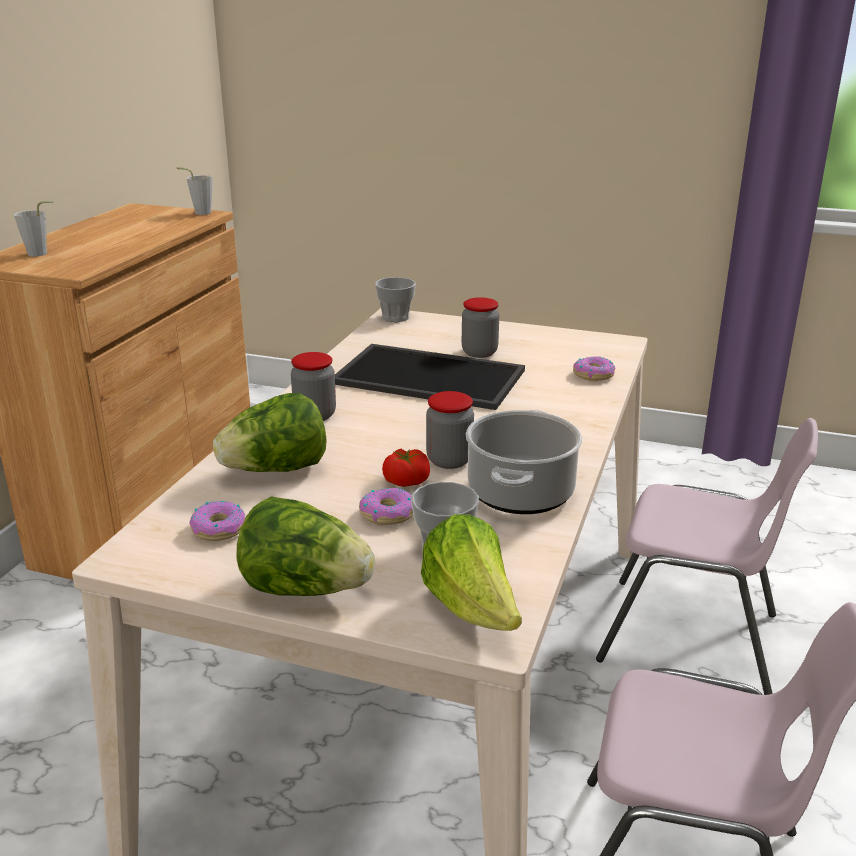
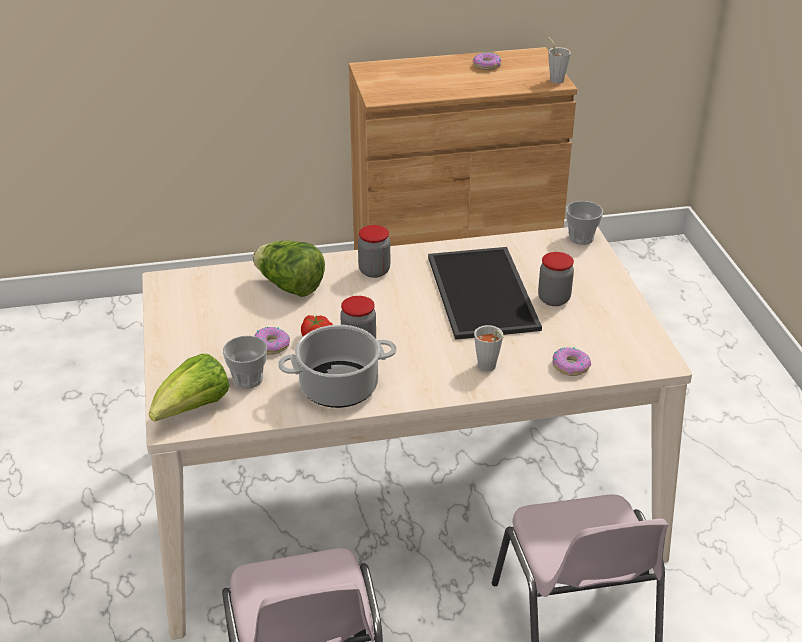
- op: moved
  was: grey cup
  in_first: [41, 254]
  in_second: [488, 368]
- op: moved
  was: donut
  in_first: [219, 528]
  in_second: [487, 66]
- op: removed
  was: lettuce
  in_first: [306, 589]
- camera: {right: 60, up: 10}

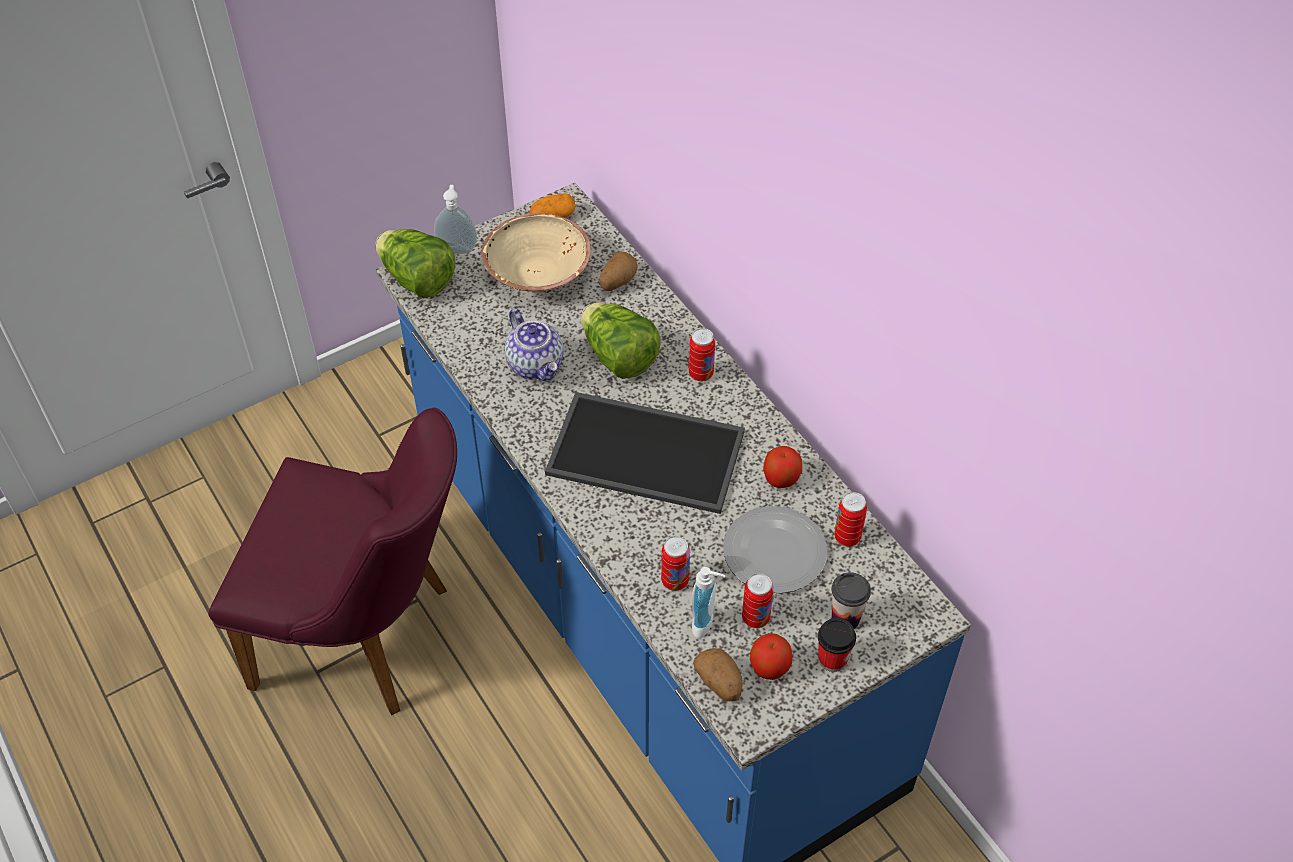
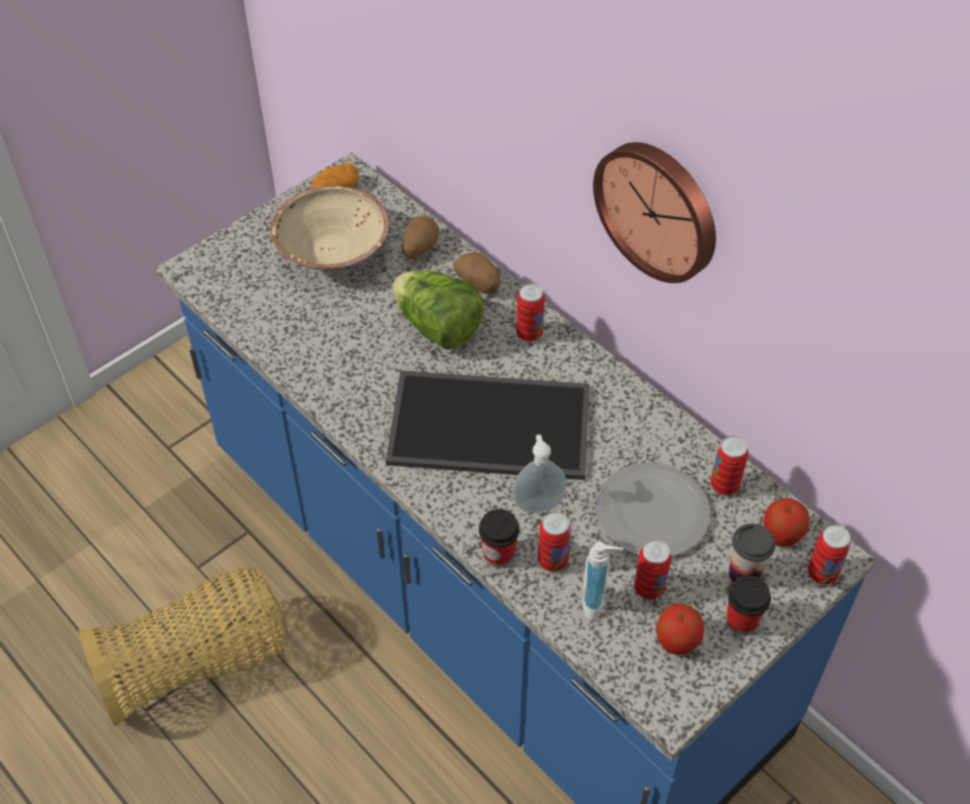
- op: replaced
  was: purple chair
  now: basket
  in_first: [370, 637]
  in_second: [197, 664]
- op: removed
  was: lettuce
  in_first: [417, 280]
- op: moved
  was: soap dispenser
  in_first: [458, 248]
  in_second: [538, 503]
- op: removed
  was: teapot
  in_first: [536, 365]
- op: moved
  was: potato
  in_first: [719, 683]
  in_second: [479, 283]
- op: moved
  was: apple
  in_first: [781, 479]
  in_second: [781, 534]
- op: added
  now: cup
  in_second: [498, 554]
- op: added
  now: wall clock
  in_second: [659, 209]
- op: added
  now: can
  in_second: [822, 573]
- camera: {right: -10, up: 0}

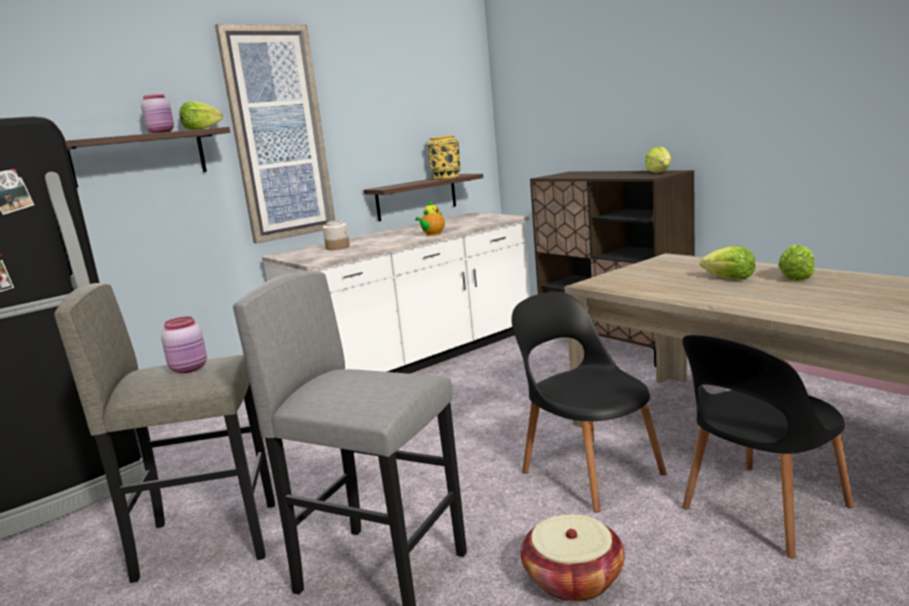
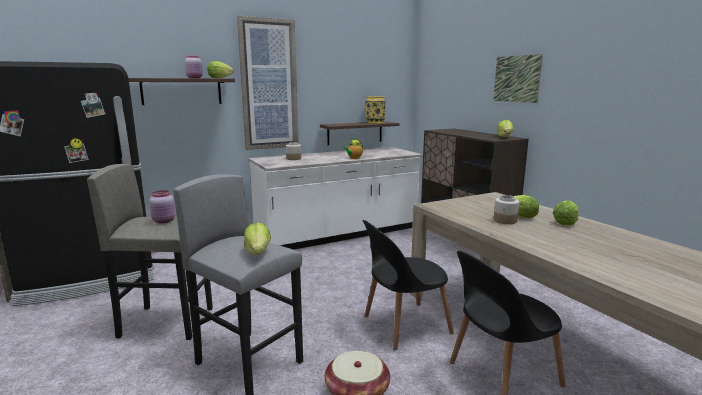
- op: turned
  was: black chair
  in_first: [588, 470]
  in_second: [403, 325]
  clockwise: -90
- op: added
  now: lettuce
  in_second: [258, 253]
- op: added
  now: picture
  in_second: [516, 78]
- op: added
  now: jar
  in_second: [505, 221]
- camera: {right: 10, up: 0}

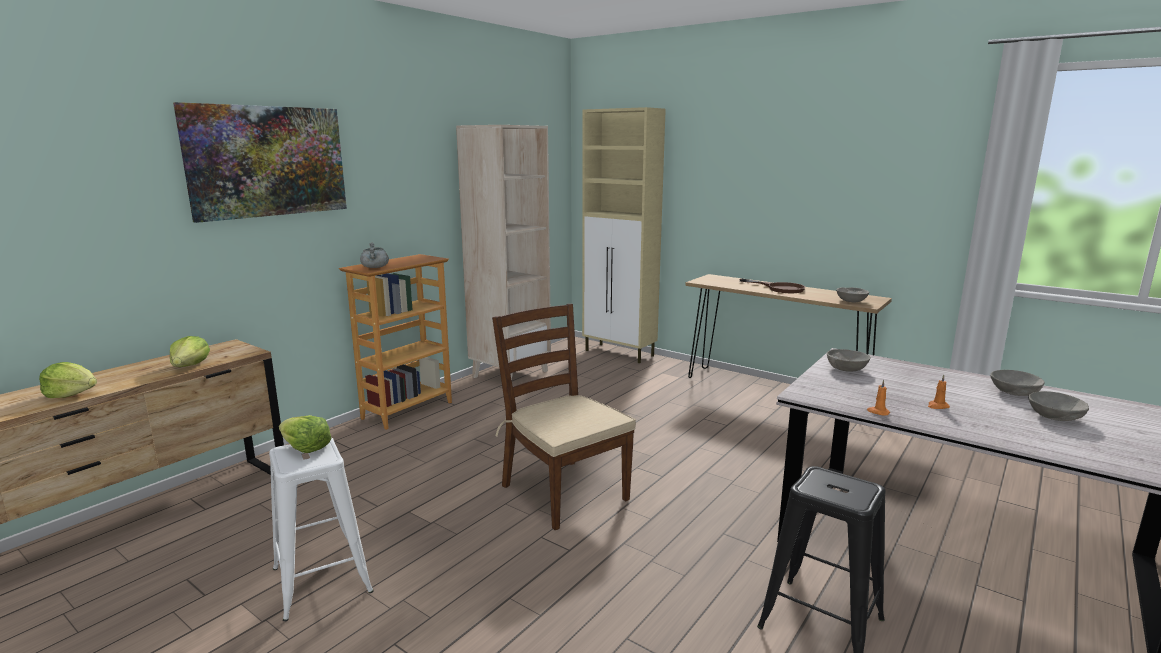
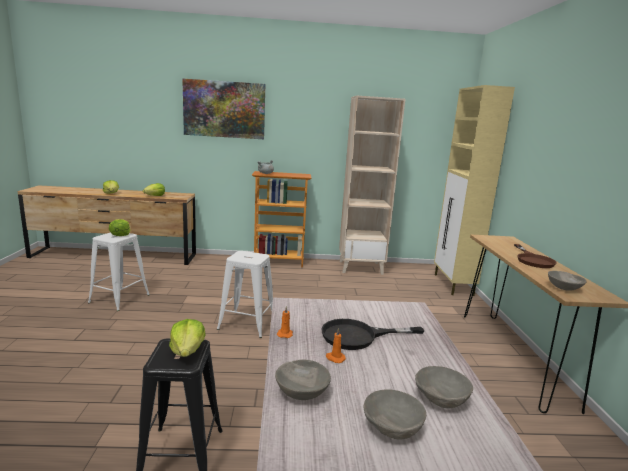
- op: replaced
  was: brown chair
  now: white stool
  in_first: [563, 492]
  in_second: [246, 324]
- op: moved
  was: grey bowl
  in_first: [846, 369]
  in_second: [301, 392]
- op: added
  now: lettuce
  in_second: [187, 351]
- op: added
  now: black frying pan
  in_second: [358, 336]
- camera: {right: 50, up: 0}

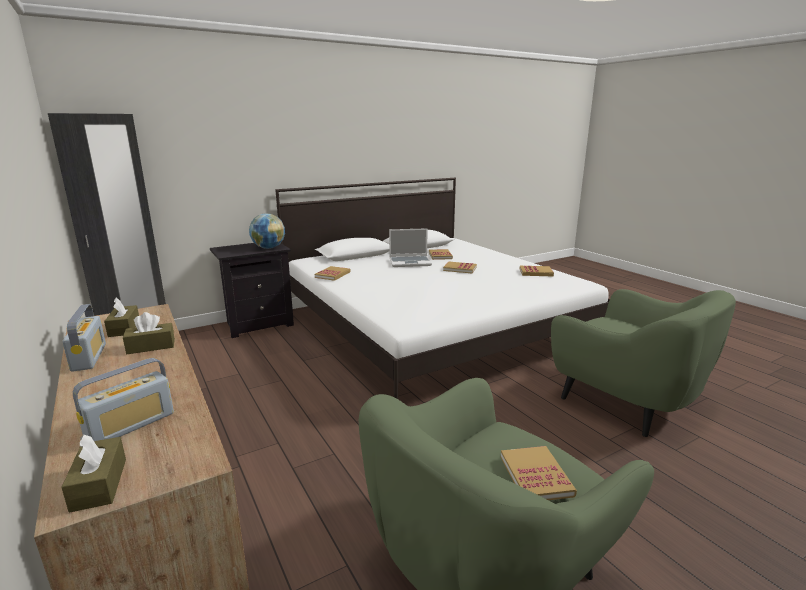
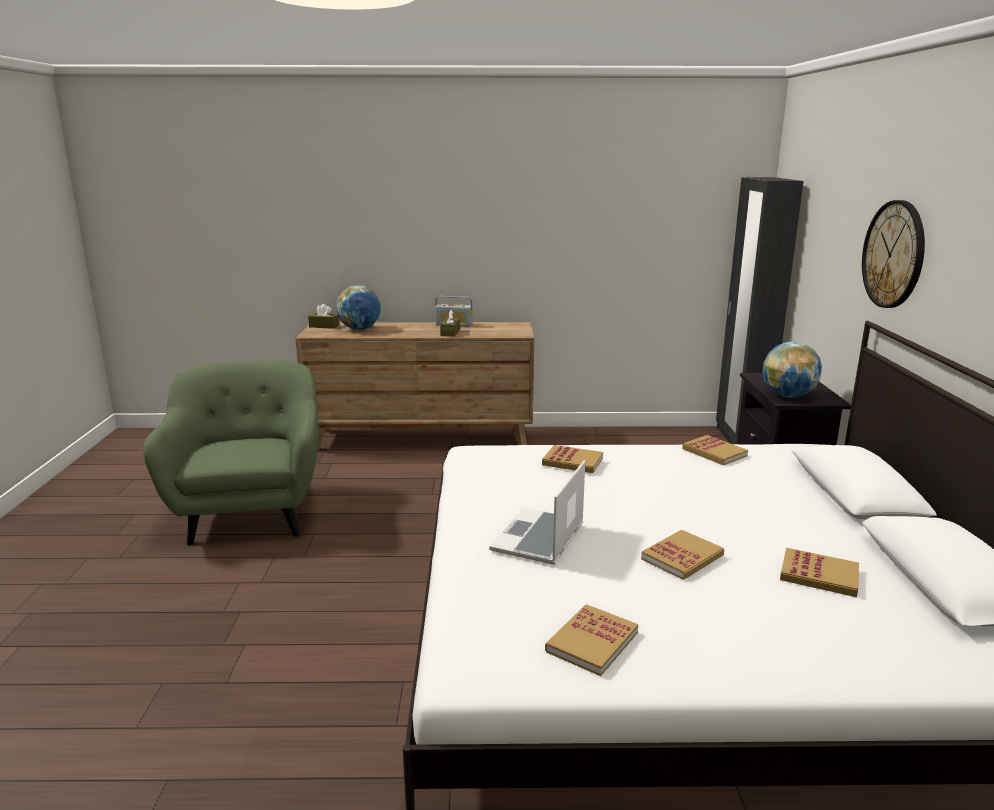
- op: replaced
  was: radio
  now: globe
  in_first: [131, 425]
  in_second: [360, 329]
- op: removed
  was: brown tissue box
  in_first: [124, 328]
- op: moved
  was: laptop
  in_first: [410, 262]
  in_second: [539, 539]
- op: moved
  was: book
  in_first: [536, 476]
  in_second: [572, 461]
- op: removed
  was: green armchair
  in_first: [627, 402]
- op: added
  now: wall clock
  in_second: [894, 254]
- camera: {right: 120, up: 0}

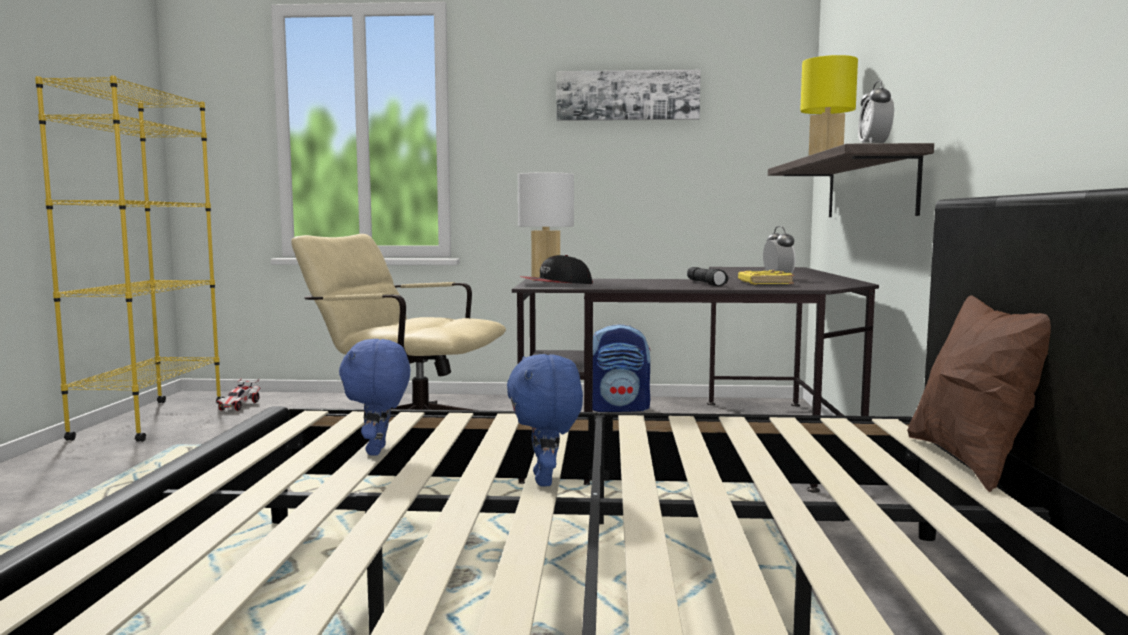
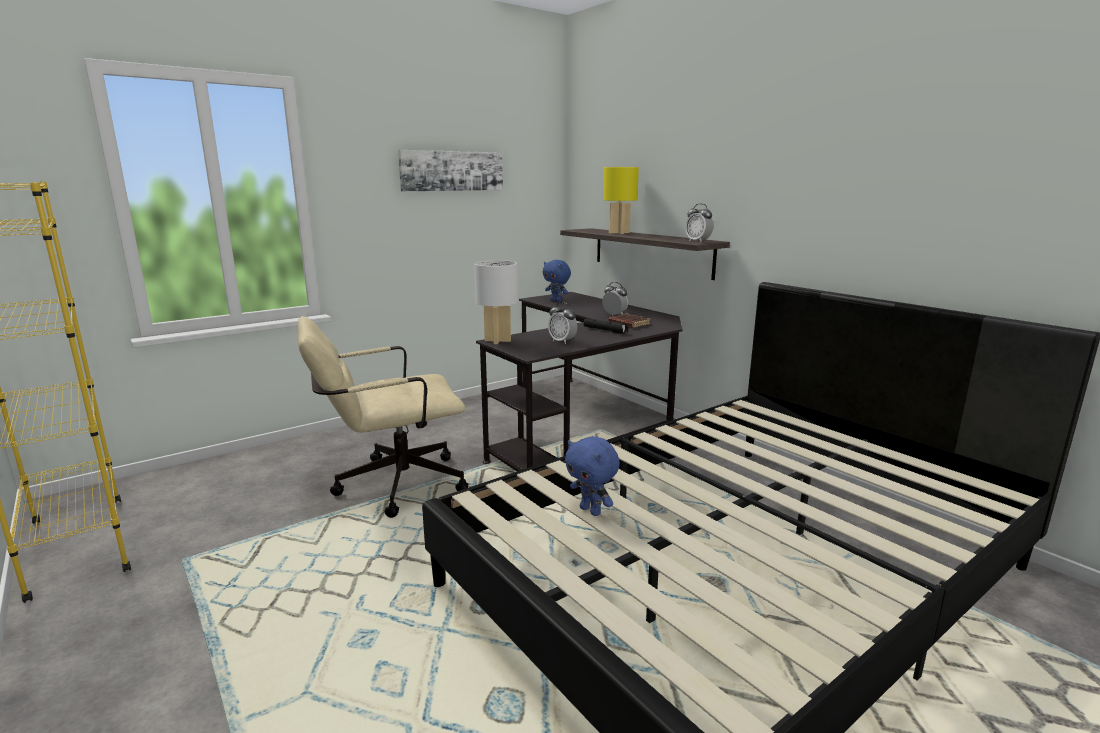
- op: removed
  was: toy car
  in_first: [239, 406]
- op: moved
  was: blue plush toy
  in_first: [546, 481]
  in_second: [556, 301]
- op: removed
  was: cap
  in_first: [555, 284]
- op: removed
  was: backpack
  in_first: [618, 408]
- op: recoloured
  was: yellow book
  now: brown book
  in_first: [764, 283]
  in_second: [628, 324]
- op: removed
  was: brown pillow
  in_first: [975, 462]
- op: added
  now: alarm clock
  in_second: [562, 341]
- camera: {right: -40, up: 10}

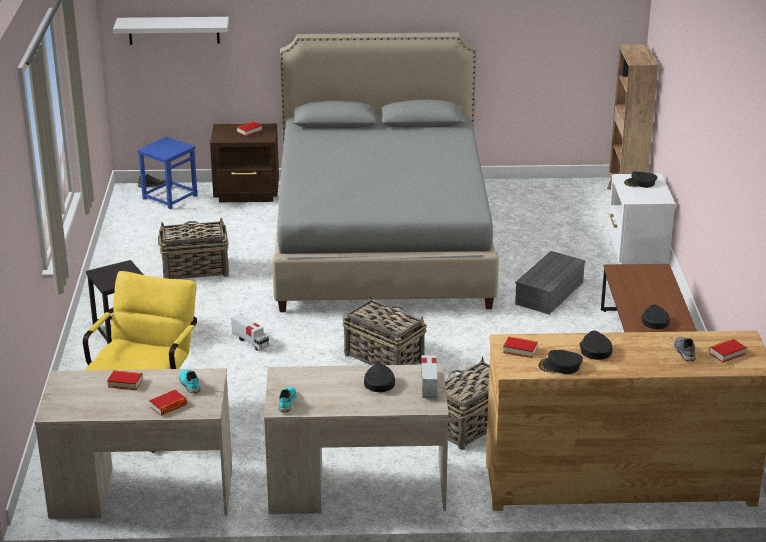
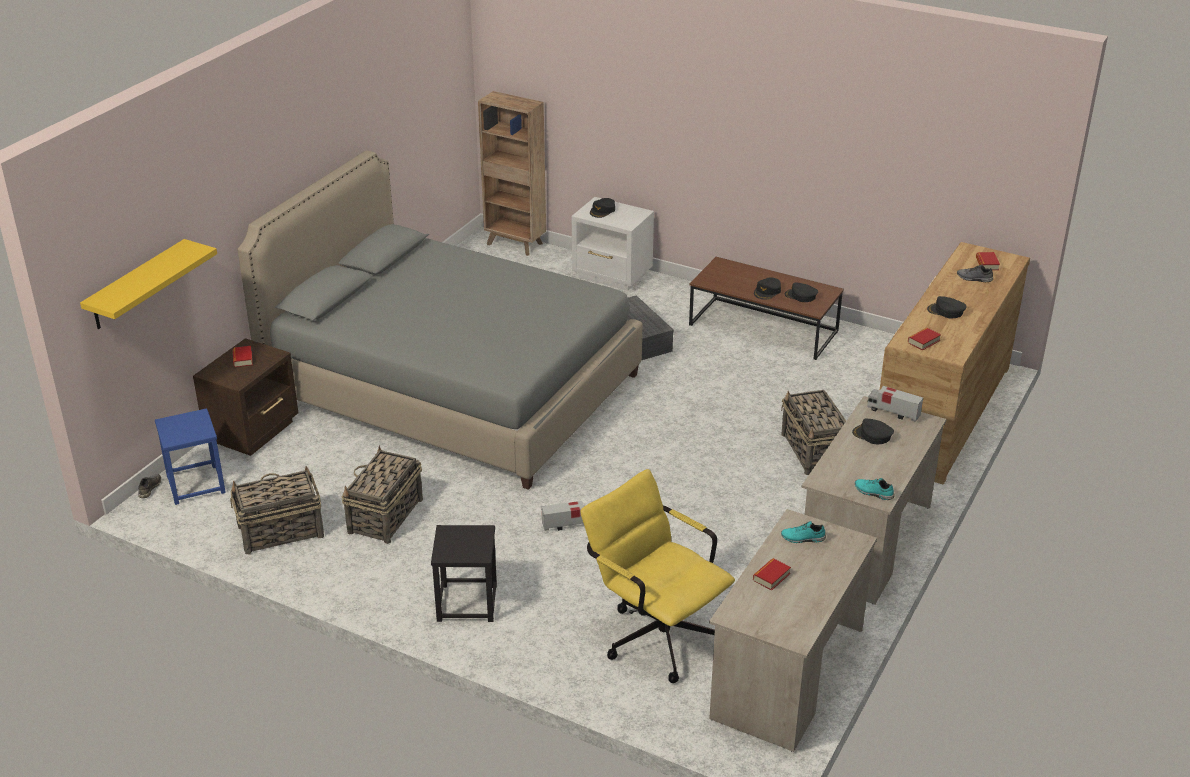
- op: recoloured
  was: white shelf
  now: yellow shelf
  in_first: [174, 30]
  in_second: [137, 285]
- op: removed
  was: book
  in_first: [168, 406]
- op: moved
  was: basket
  in_first: [383, 358]
  in_second: [279, 532]
- op: moved
  was: black cap
  in_first: [560, 366]
  in_second: [767, 291]
- camera: {right: -60, up: 5}

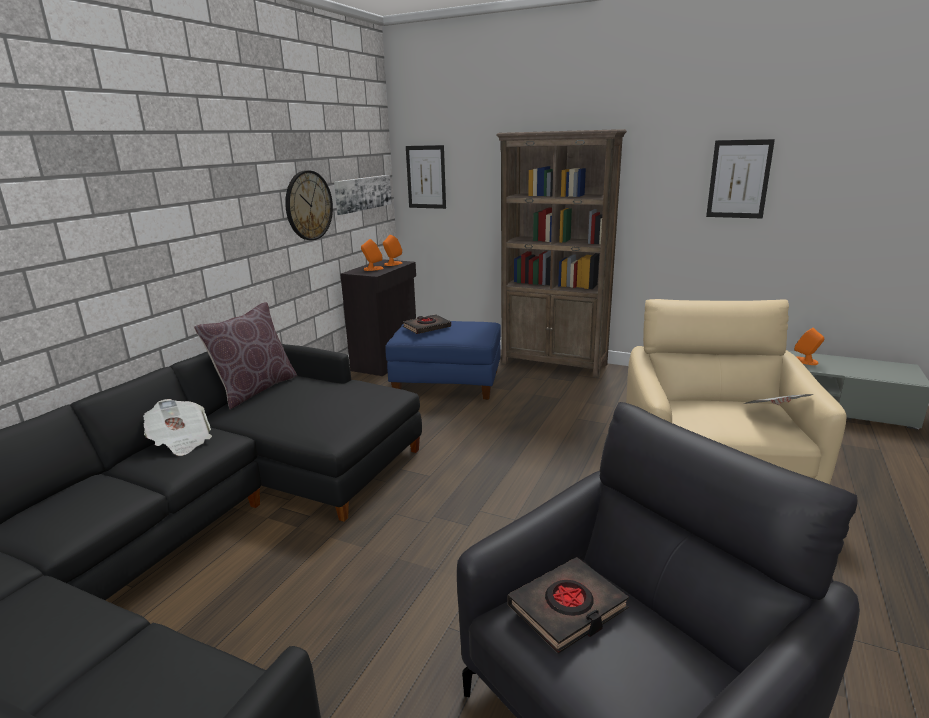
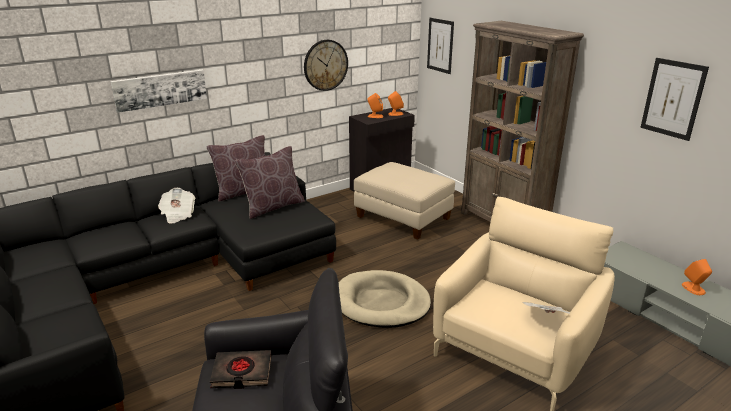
- op: moved
  was: picture
  in_first: [363, 193]
  in_second: [160, 89]
- op: recoloured
  was: blue ottoman
  now: beige ottoman
  in_first: [447, 384]
  in_second: [402, 218]
- op: removed
  was: black book
  in_first: [426, 327]
- op: added
  now: brown pillow
  in_second: [273, 207]
- op: added
  now: beige dog bed
  in_second: [381, 303]
- camera: {right: 30, up: 5}

